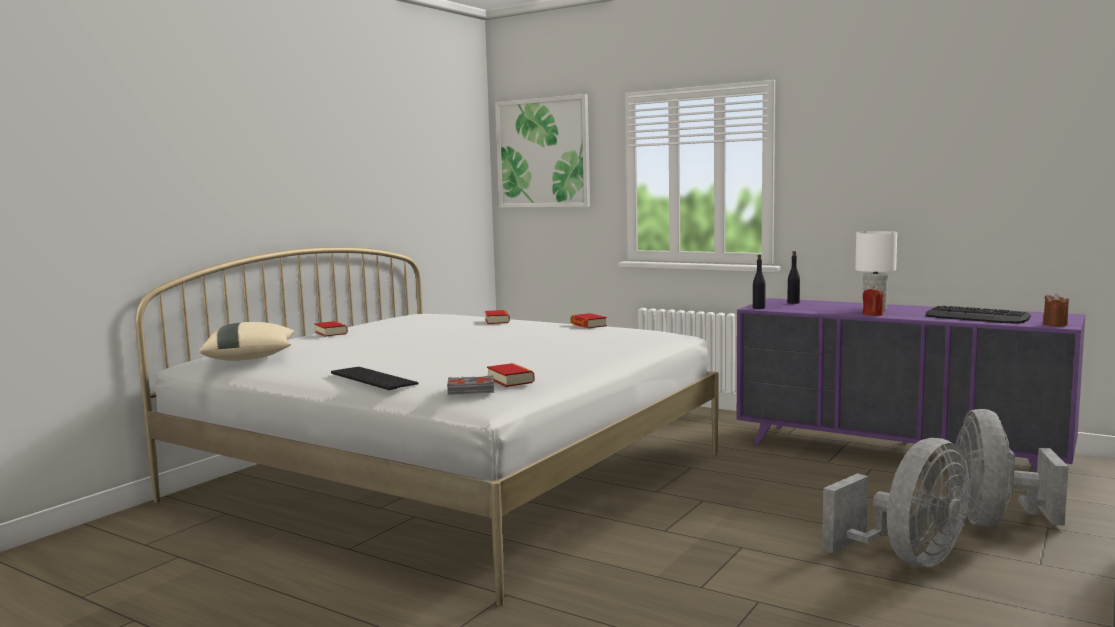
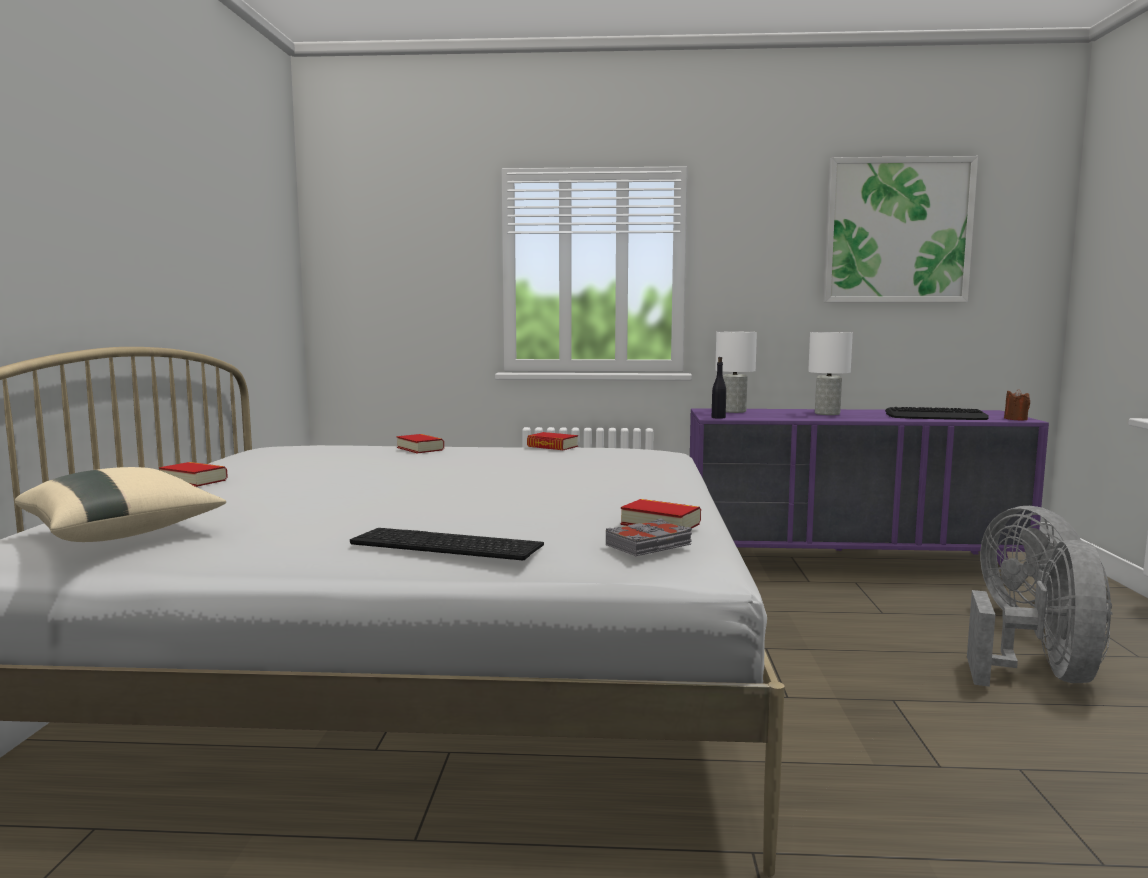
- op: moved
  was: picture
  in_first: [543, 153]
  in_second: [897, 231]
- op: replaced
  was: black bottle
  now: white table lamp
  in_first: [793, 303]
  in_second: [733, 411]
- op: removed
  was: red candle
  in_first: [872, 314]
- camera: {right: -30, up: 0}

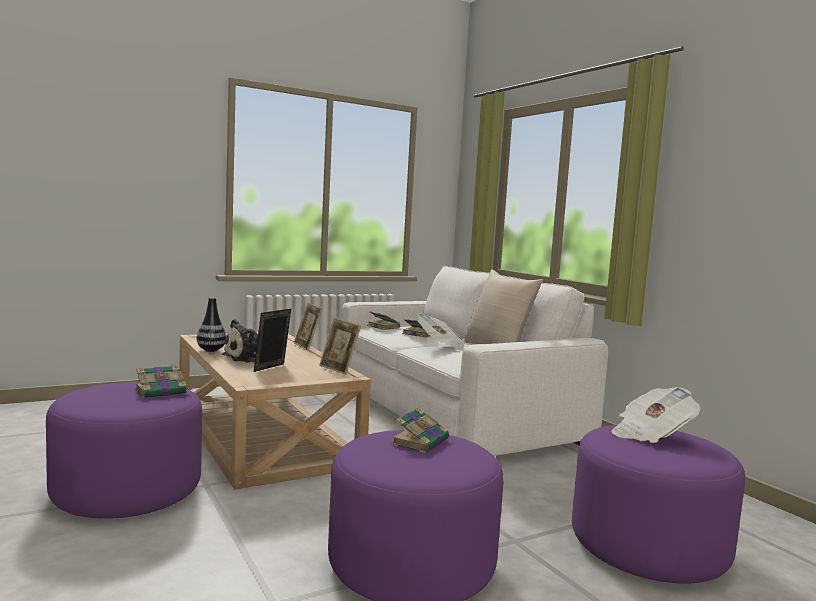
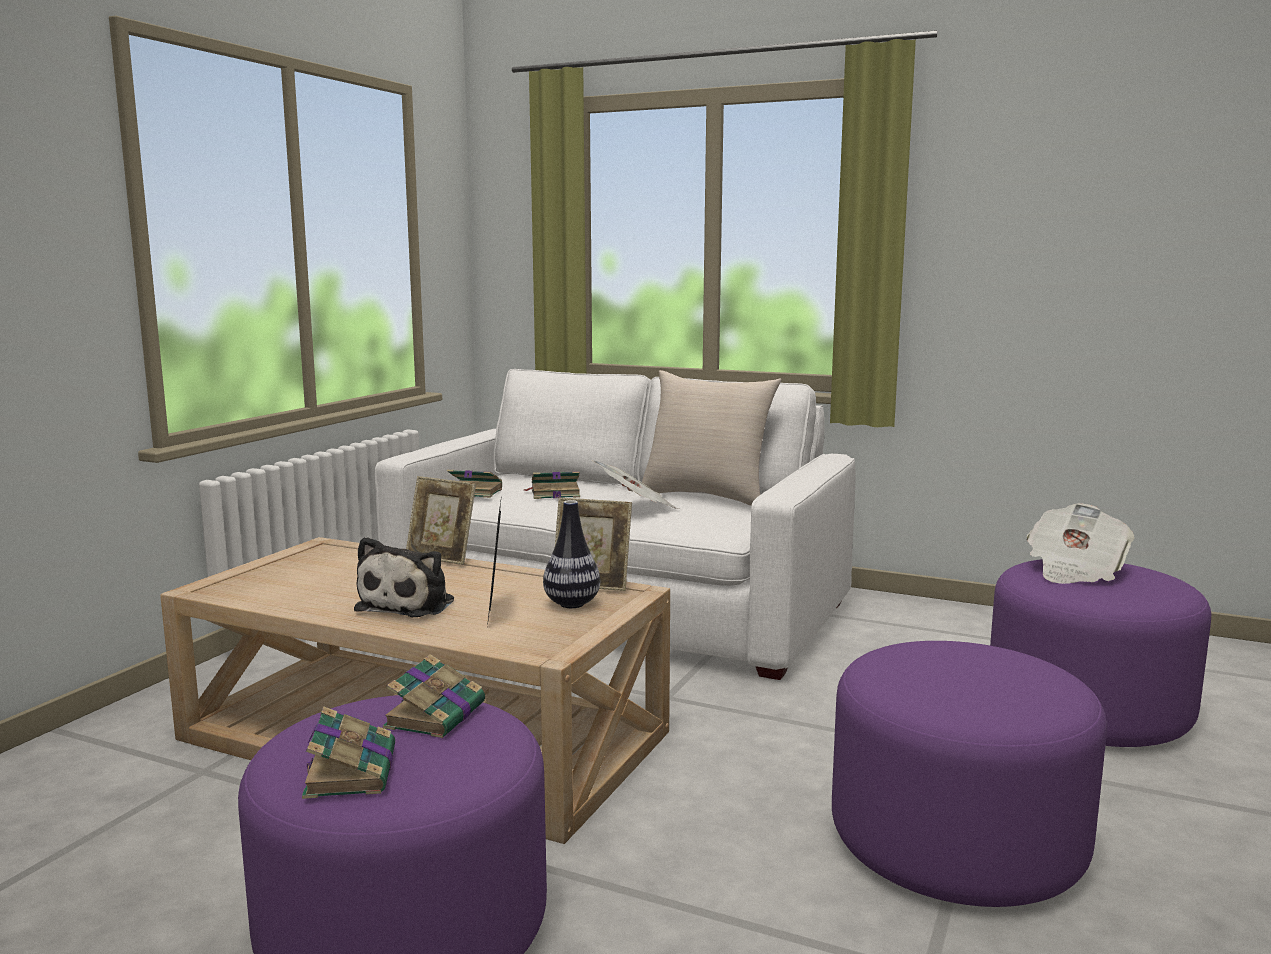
- op: moved
  was: vase
  in_first: [211, 350]
  in_second: [572, 604]
- op: moved
  was: book
  in_first: [420, 442]
  in_second: [351, 771]
- camera: {right: -35, up: 5}

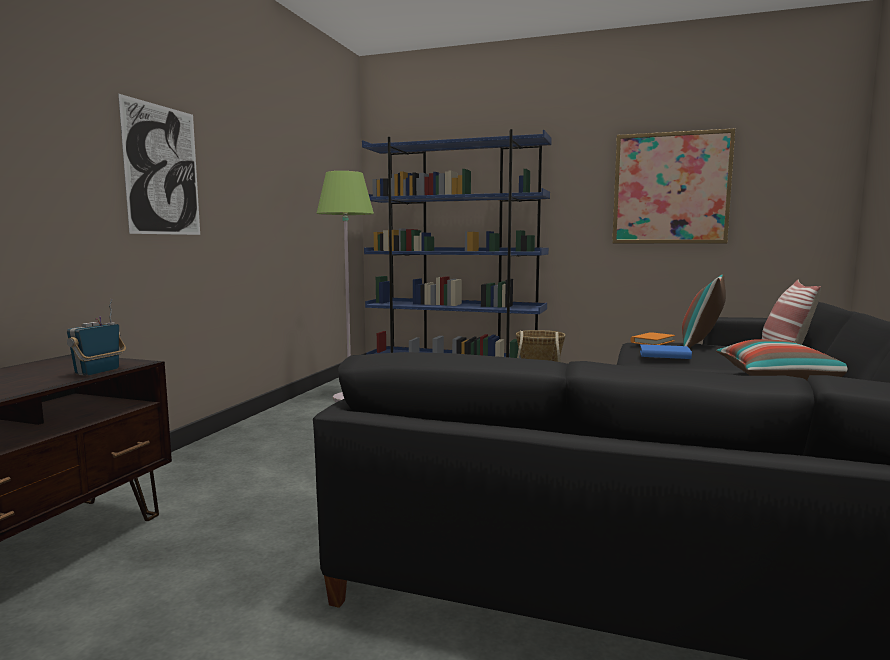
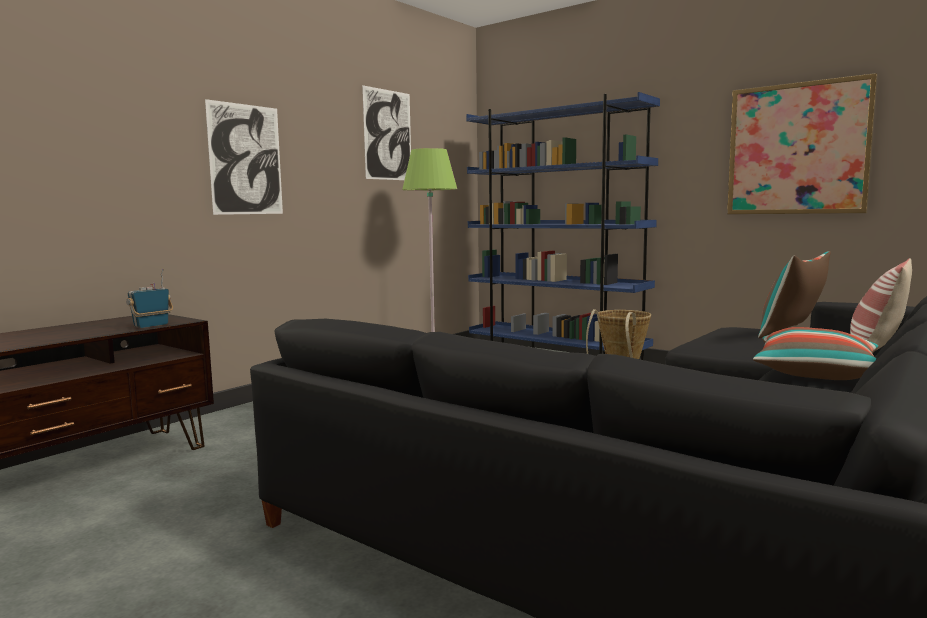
- op: removed
  was: orange book
  in_first: [652, 342]
- op: removed
  was: blue book
  in_first: [664, 355]
- op: added
  now: picture
  in_second: [388, 135]
- camera: {right: 20, up: 0}

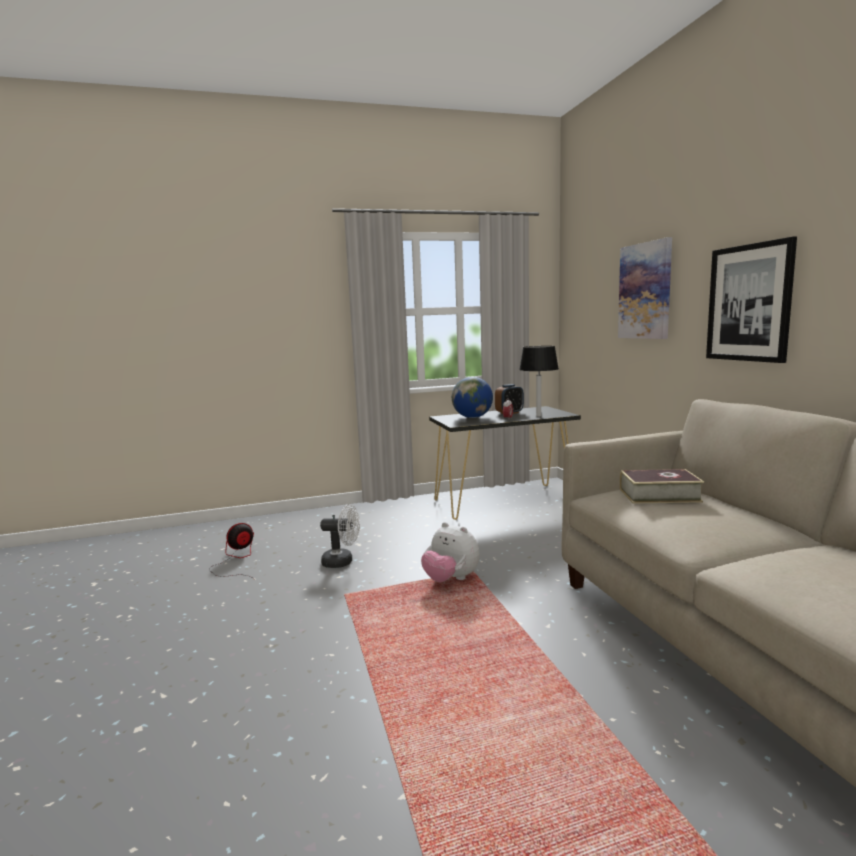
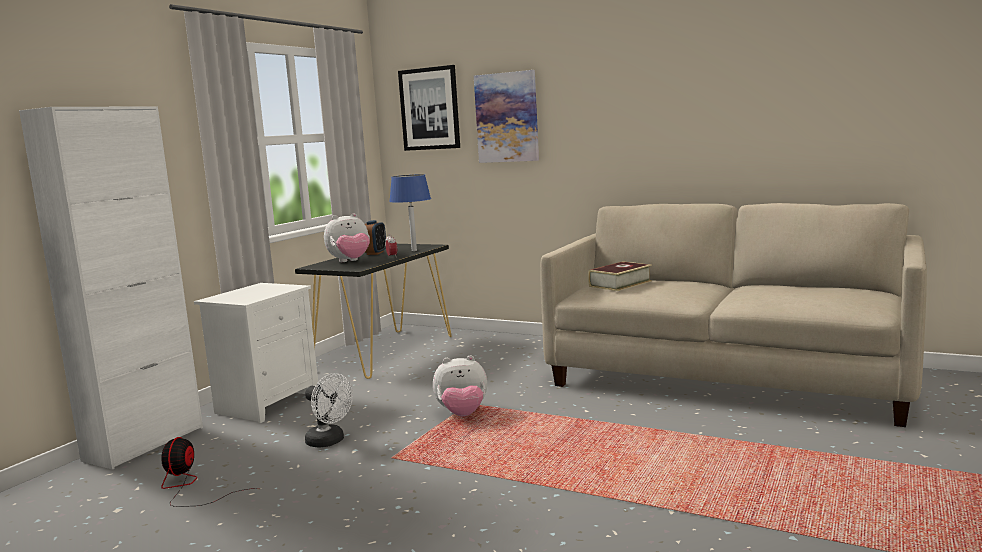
- op: turned
  was: white fan
  in_first: [342, 562]
  in_second: [329, 442]
  clockwise: 75
- op: replaced
  was: globe
  now: plush toy
  in_first: [472, 417]
  in_second: [350, 261]
- op: recoloured
  was: black table lamp
  now: blue table lamp
  in_first: [538, 416]
  in_second: [414, 251]
- op: moved
  was: picture
  in_first: [749, 303]
  in_second: [429, 109]
- op: added
  now: white cabinet
  in_second: [144, 444]
- op: added
  now: white nightstand
  in_second: [267, 403]
- camera: {right: -45, up: 0}

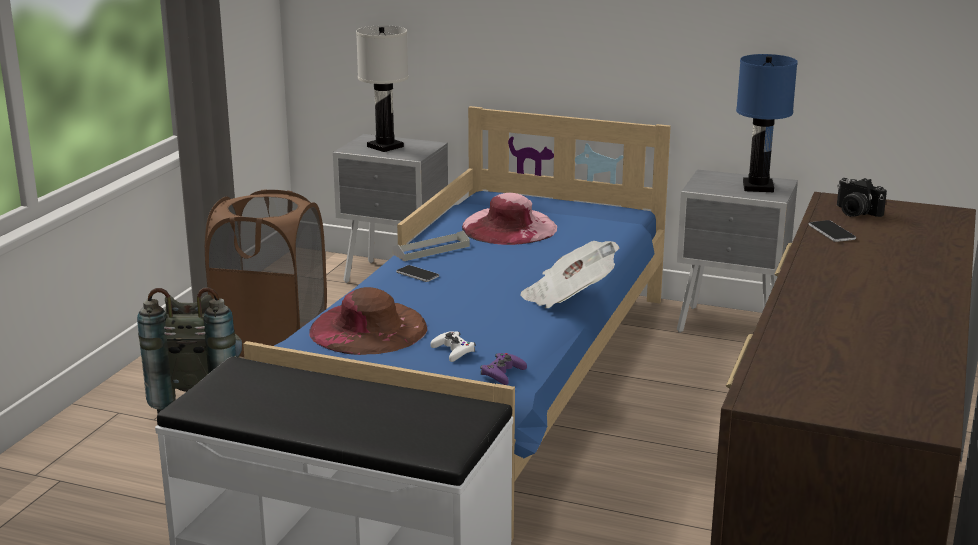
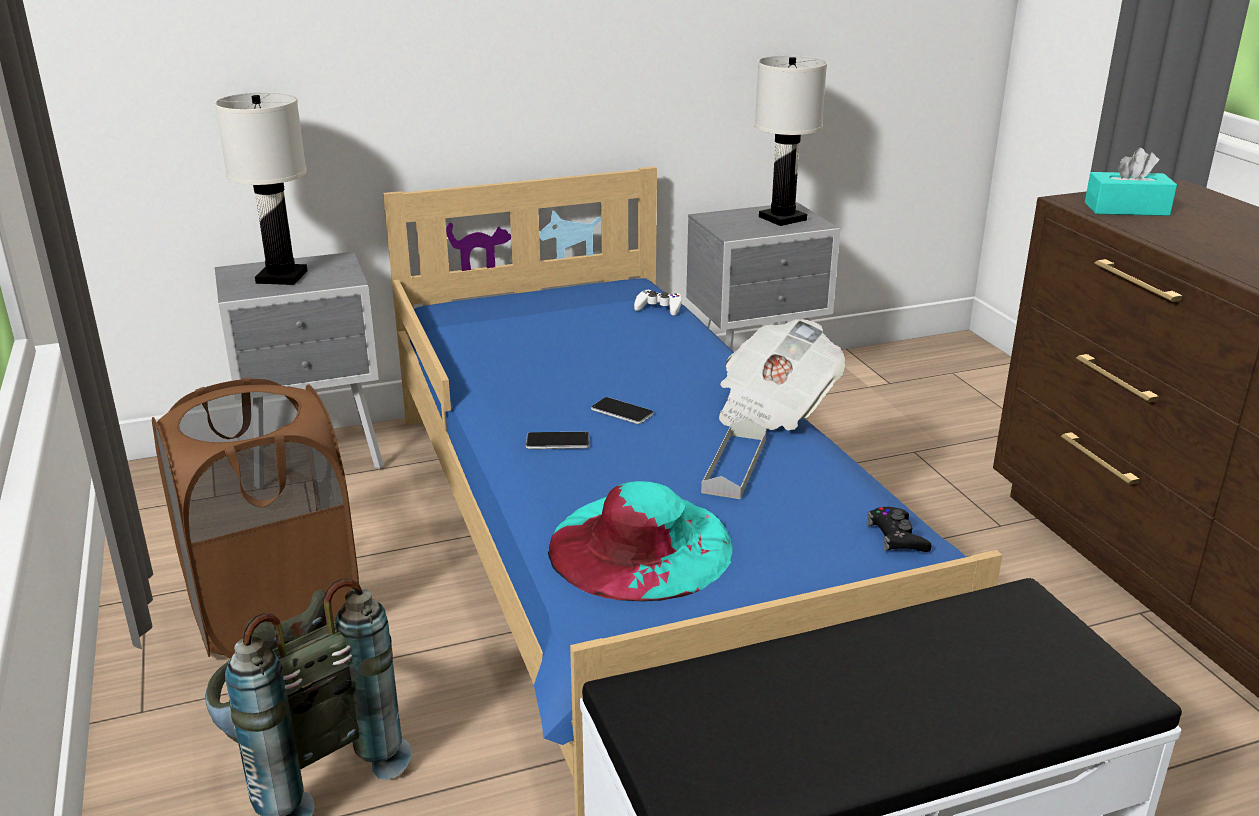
- op: recoloured
  was: brown hat
  now: turquoise hat
  in_first: [368, 329]
  in_second: [640, 546]
- op: moved
  was: grey tray
  in_first: [431, 250]
  in_second: [734, 465]
- op: moved
  was: white game controller
  in_first: [453, 351]
  in_second: [659, 307]
- op: removed
  was: pink hat
  in_first: [509, 227]
- op: recoloured
  was: purple game controller
  now: black game controller
  in_first: [502, 373]
  in_second: [896, 537]
- op: recoloured
  was: blue table lamp
  now: white table lamp
  in_first: [757, 187]
  in_second: [782, 218]
- op: moved
  was: phone
  in_first: [831, 232]
  in_second: [622, 412]
- op: replaced
  was: photo camera
  now: turquoise tissue box
  in_first: [855, 212]
  in_second: [1126, 209]
- camera: {right: -40, up: 5}

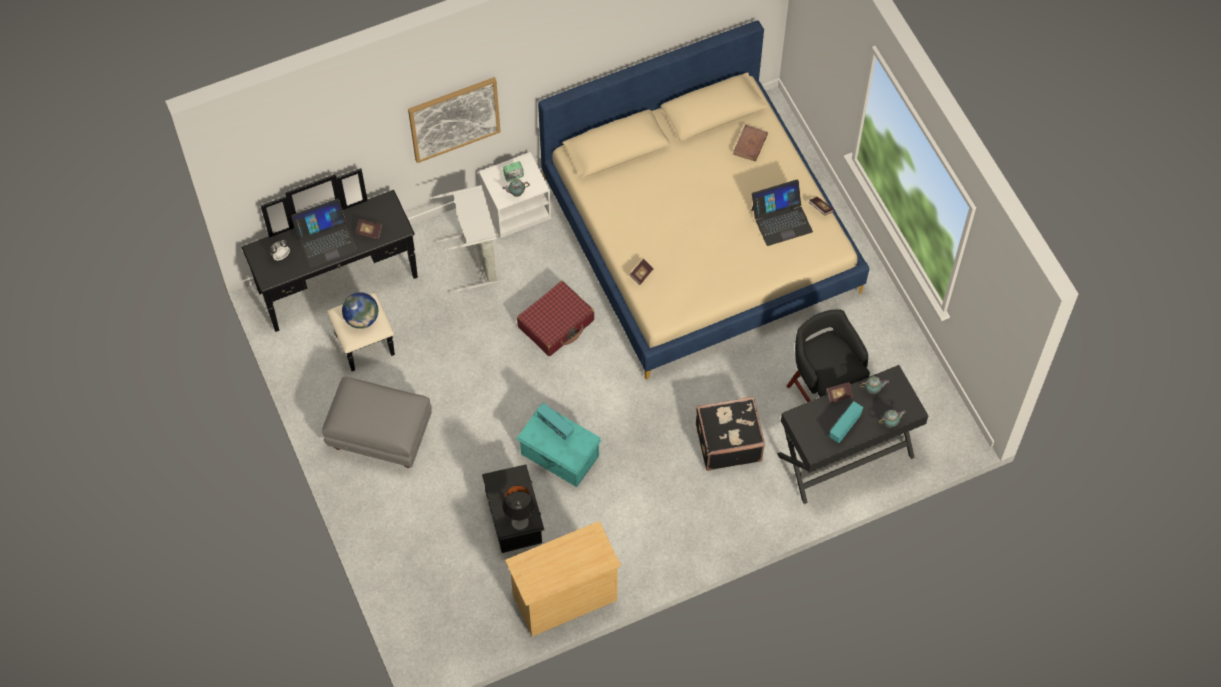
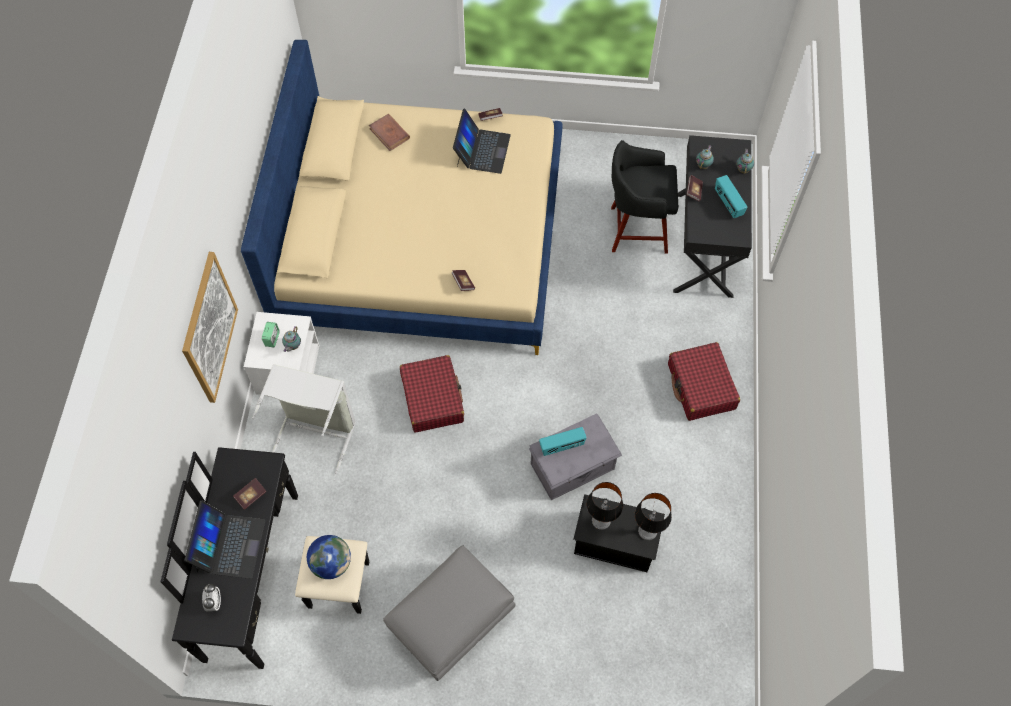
- op: removed
  was: beige dresser
  in_first: [564, 597]
- op: recoloured
  was: turquoise storage box
  now: grey storage box
  in_first: [559, 456]
  in_second: [573, 467]
- op: removed
  was: black suitcase
  in_first: [727, 442]
- op: added
  now: table lamp
  in_second: [601, 520]
- op: added
  now: red suitcase
  in_second: [701, 387]
- camera: {right: -60, up: 0}

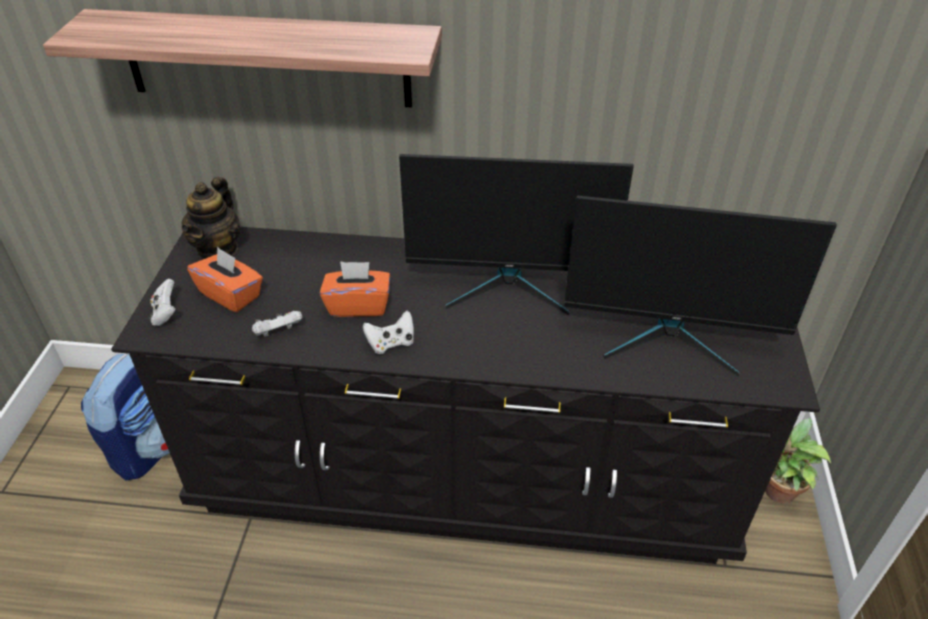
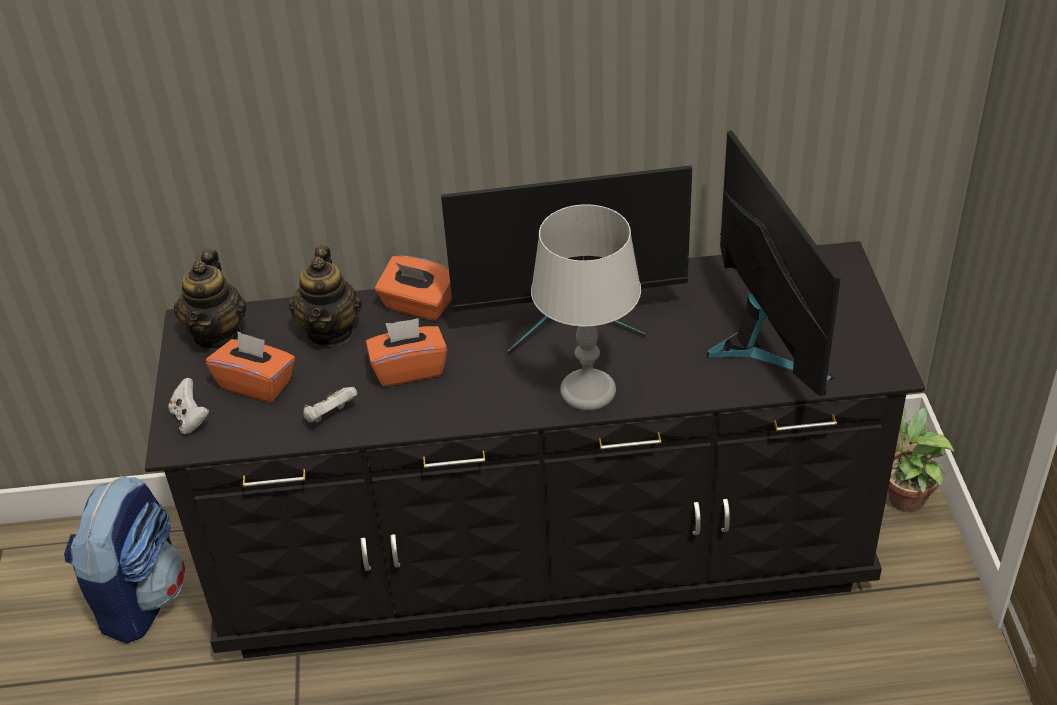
- op: removed
  was: shelf
  in_first: [266, 59]
- op: removed
  was: white game controller
  in_first: [391, 343]
- op: turned
  was: monitor
  in_first: [671, 338]
  in_second: [760, 342]
  clockwise: -105
- op: added
  now: teapot
  in_second: [331, 331]
- op: added
  now: orange tissue box
  in_second: [418, 305]
- op: added
  now: grey table lamp
  in_second: [588, 392]
- camera: {right: -10, up: 0}

